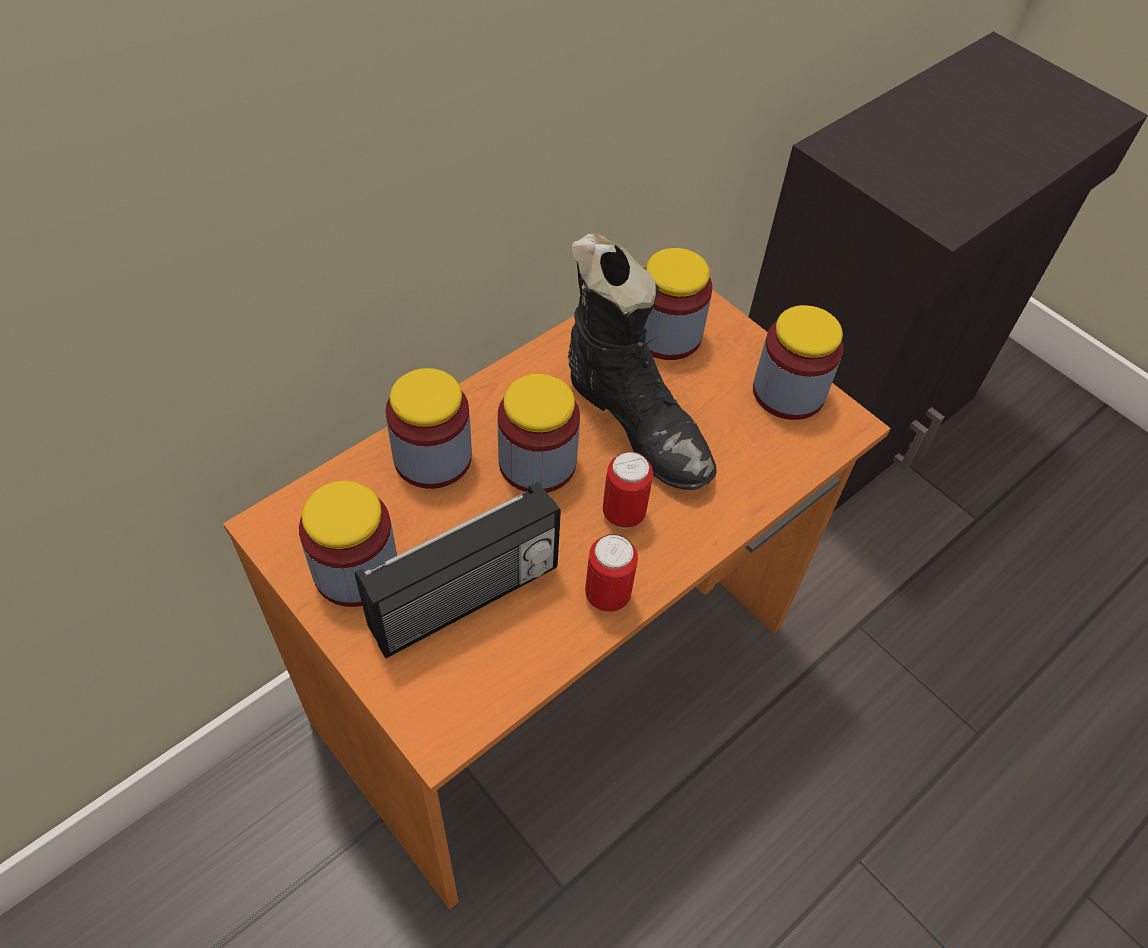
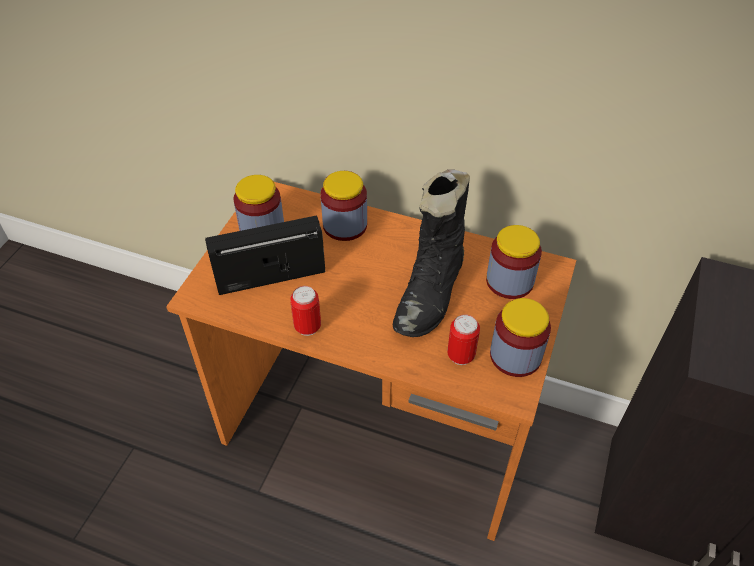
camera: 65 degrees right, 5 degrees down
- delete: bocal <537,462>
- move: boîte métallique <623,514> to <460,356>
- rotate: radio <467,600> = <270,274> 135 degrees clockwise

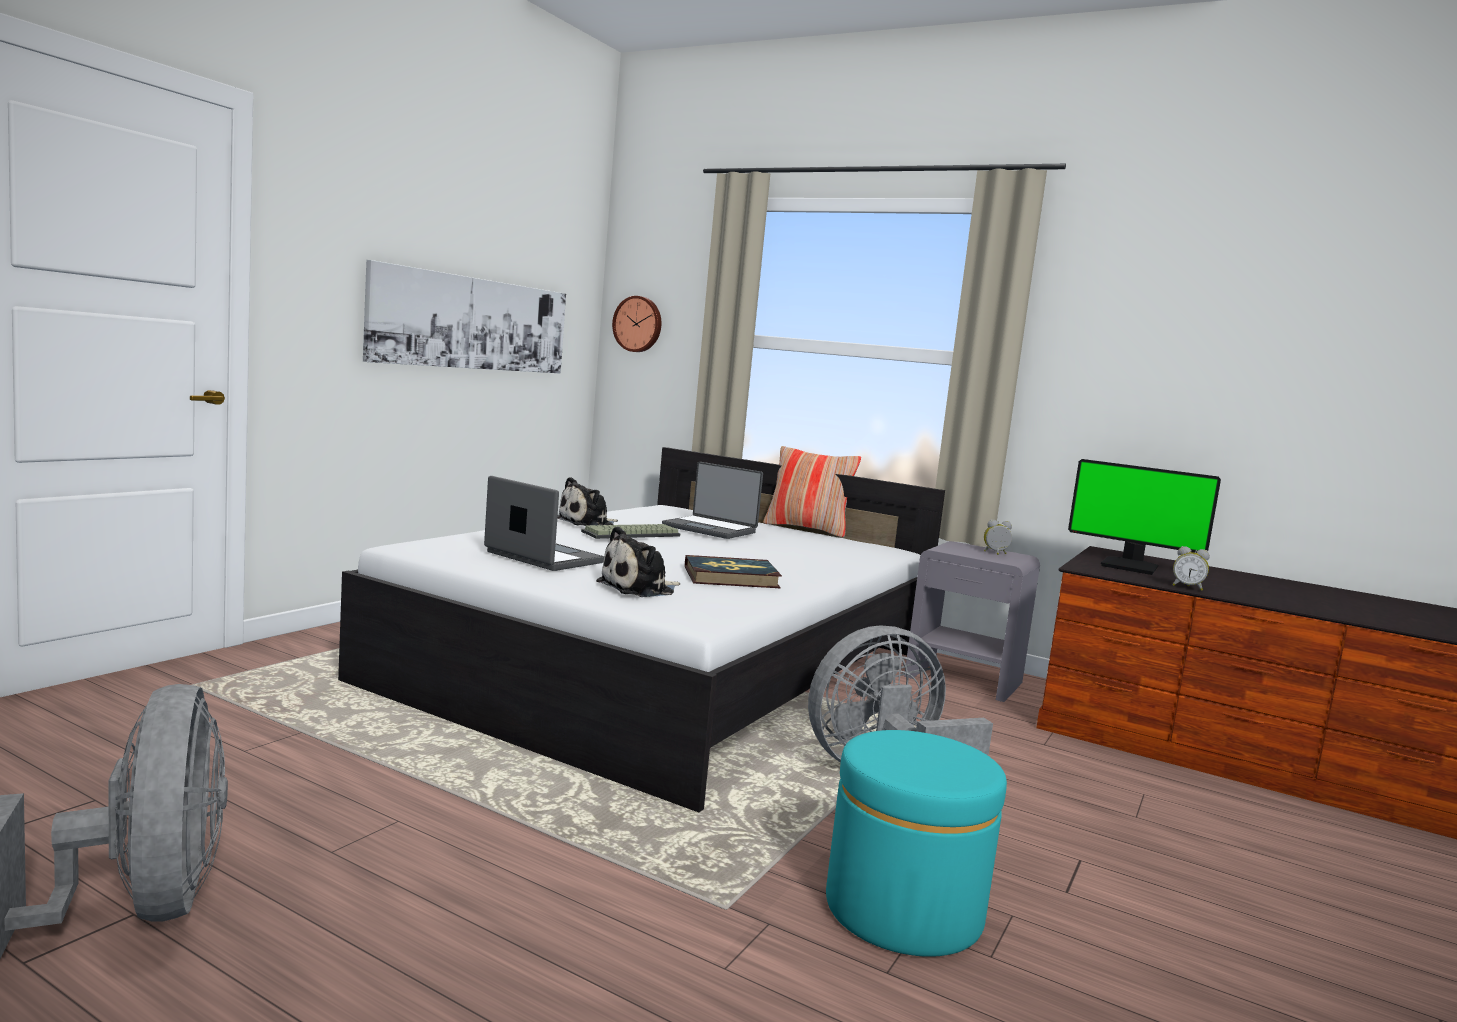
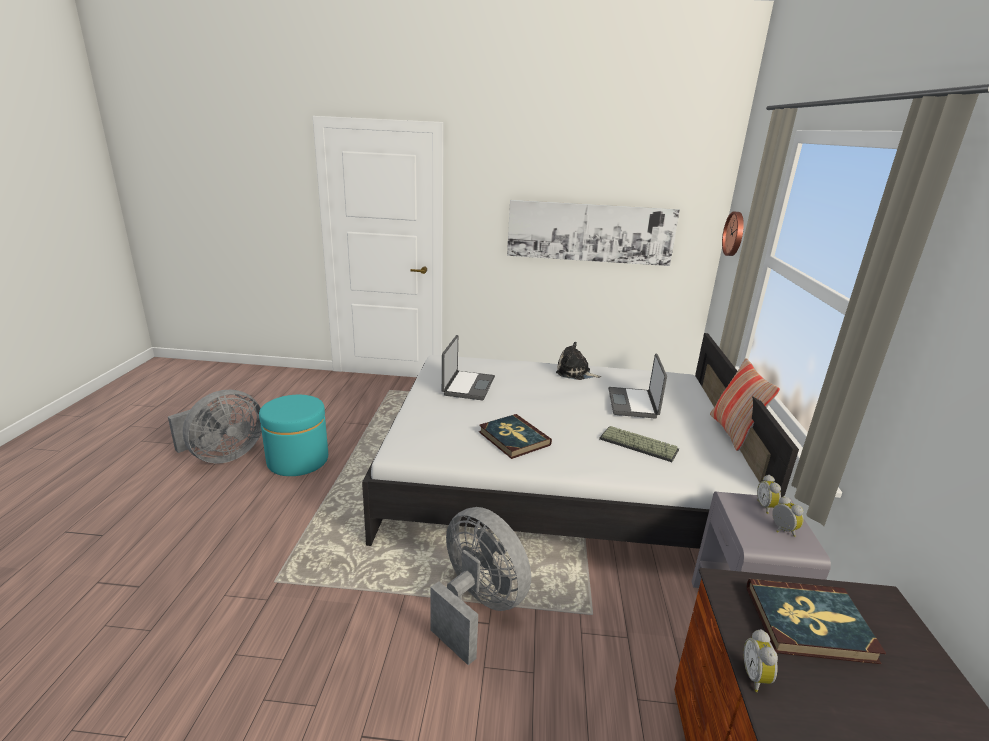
camera: 65 degrees right, 15 degrees up
- delete: peluche <640,589>
- insert: réveil <766,507>
- move: clavier <631,534> to <637,445>
- move: pouf (turquoise) <903,910> to <298,460>
- replace: écran d'ordinateur <1130,566> to livre <809,624>

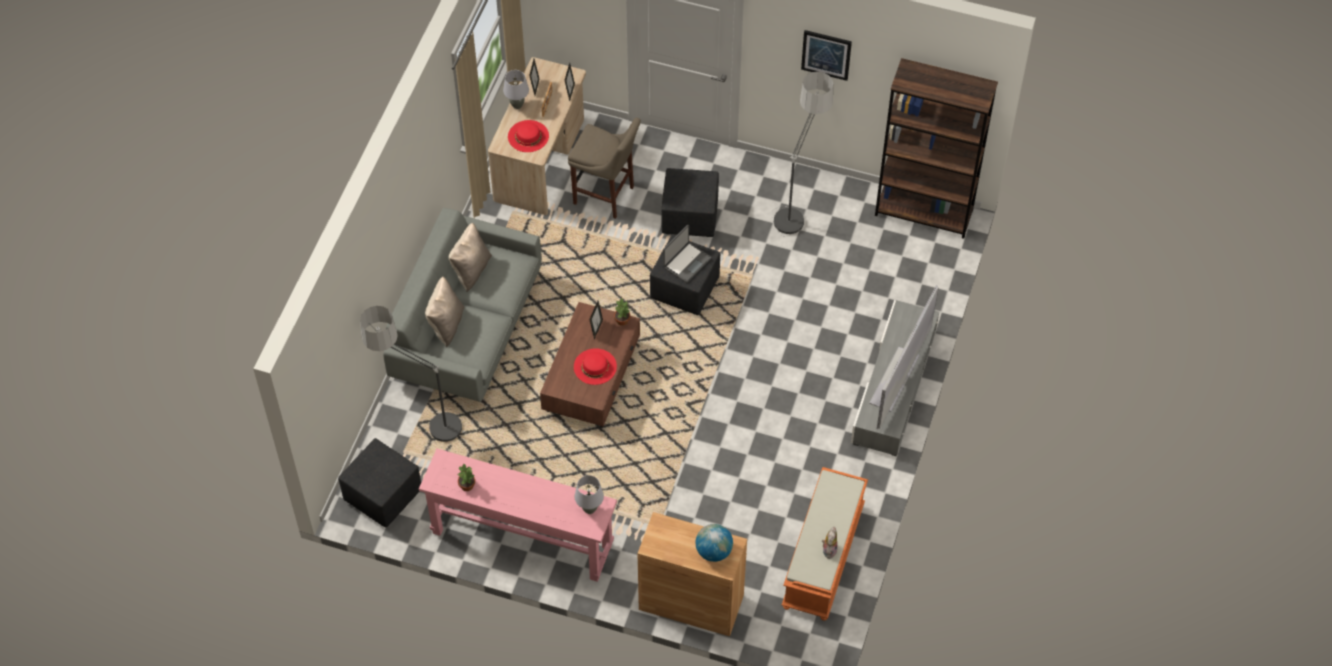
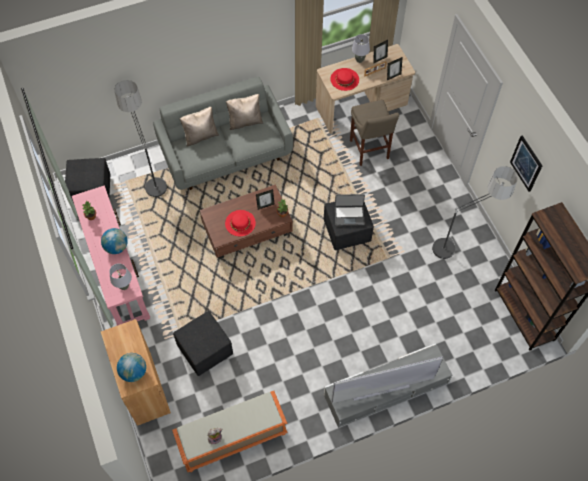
camera: 50 degrees right, 5 degrees up
- insert: globe <116,247>
- move: pouf (noir) <690,216> to <206,350>

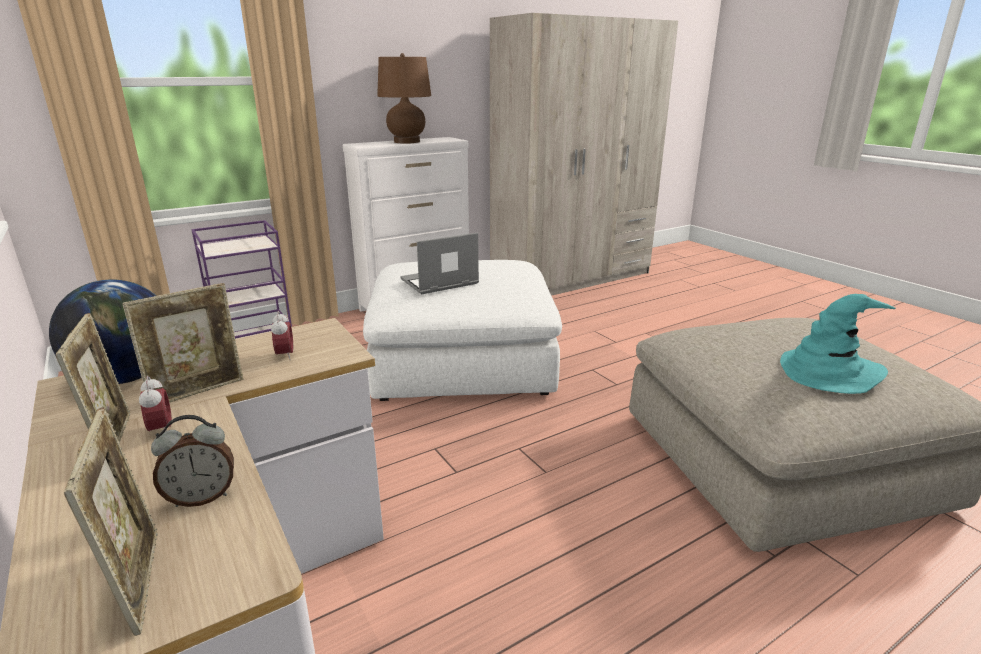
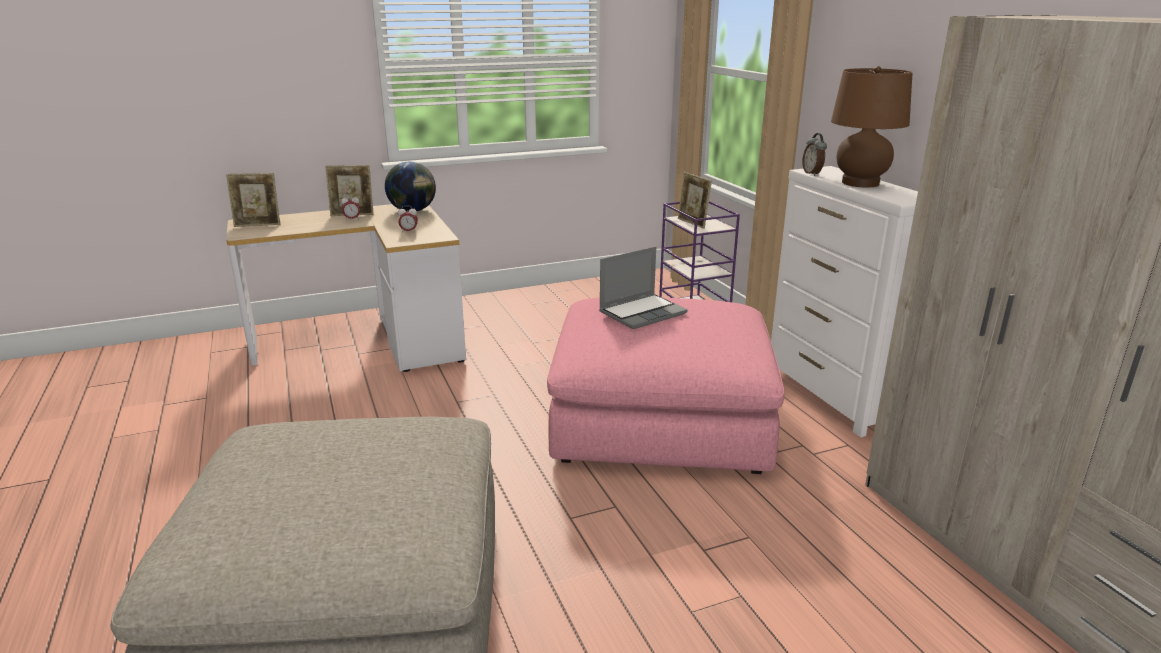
camera: 100 degrees right, 0 degrees up
- delete: chapeau (turquoise) <829,372>
- move: cadre photo <198,391> to <692,223>
- move: réveil <202,497> to <812,173>
- recolor: pouf (blanc) <462,359> to pouf (rose) <660,418>
- rotate: ordinateur portable <439,283> = <642,312> 75 degrees clockwise

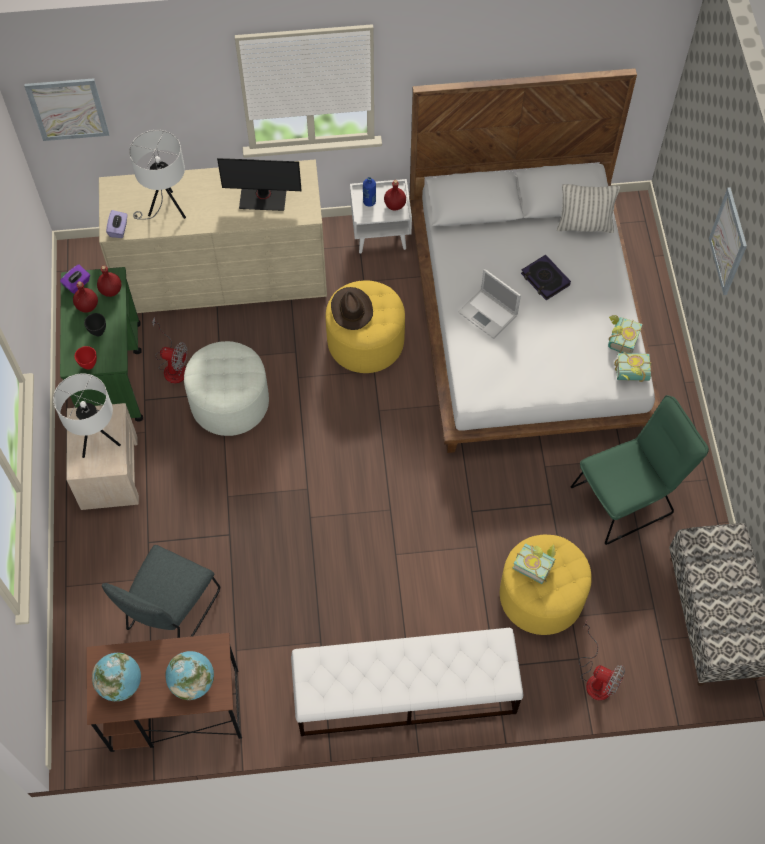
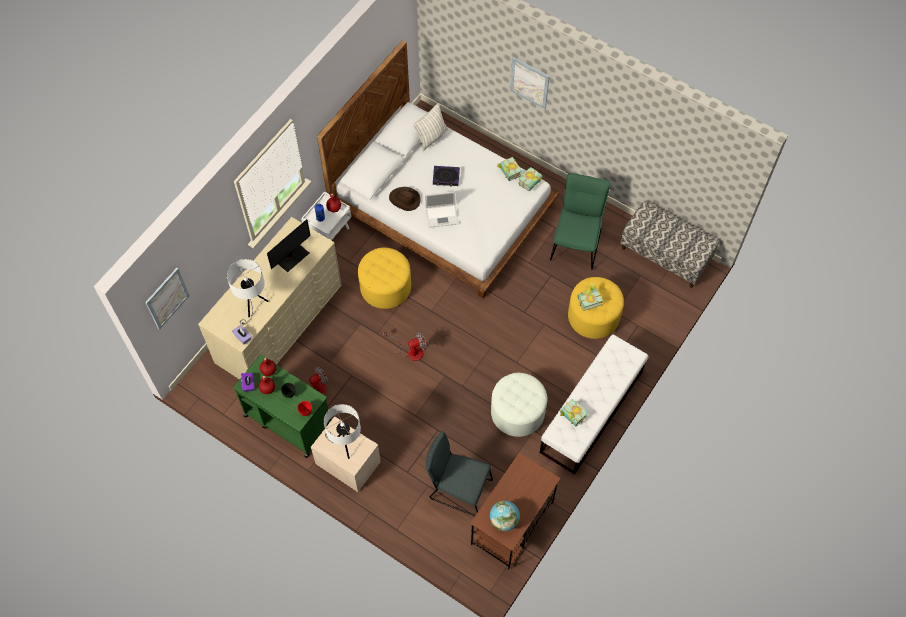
camera: 50 degrees left, 0 degrees up
- delete: globe <192,682>
- insert: livre <571,417>
- move: pouf (blanc) <230,402> to <517,412>
- move: chapeau (marron) <351,309> to <404,200>
- move: ventilateur <596,677> to <410,351>
- rotate: chaise (gris) <171,614> = <458,488> 135 degrees clockwise

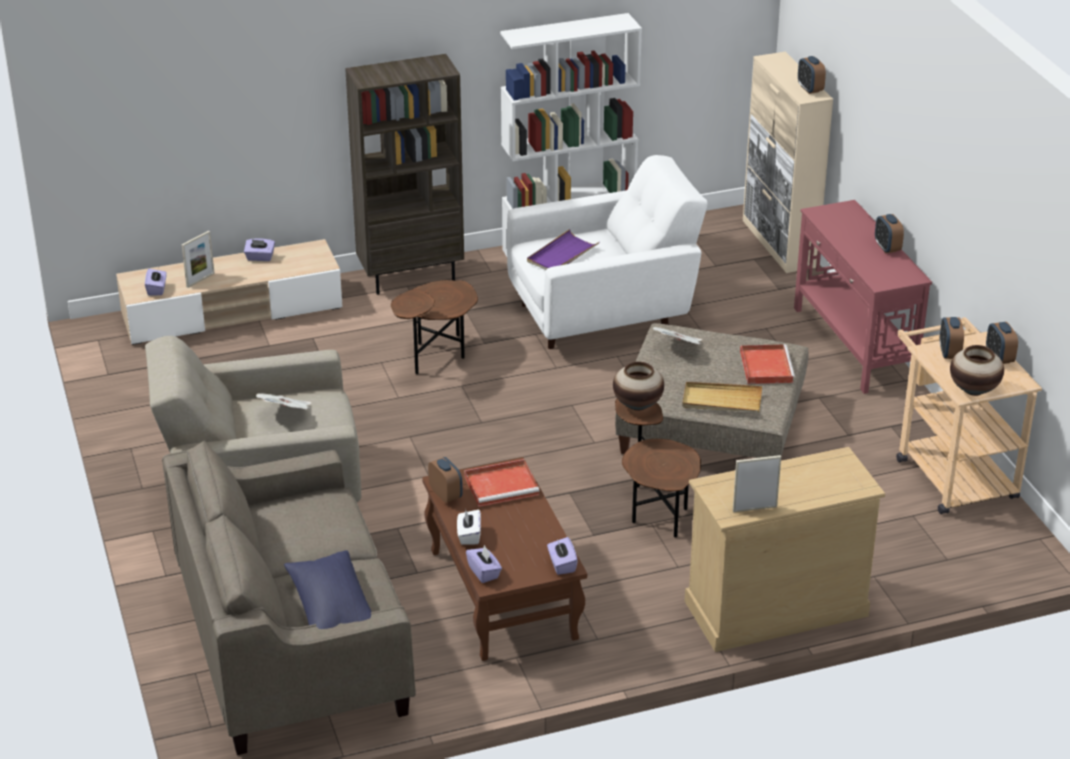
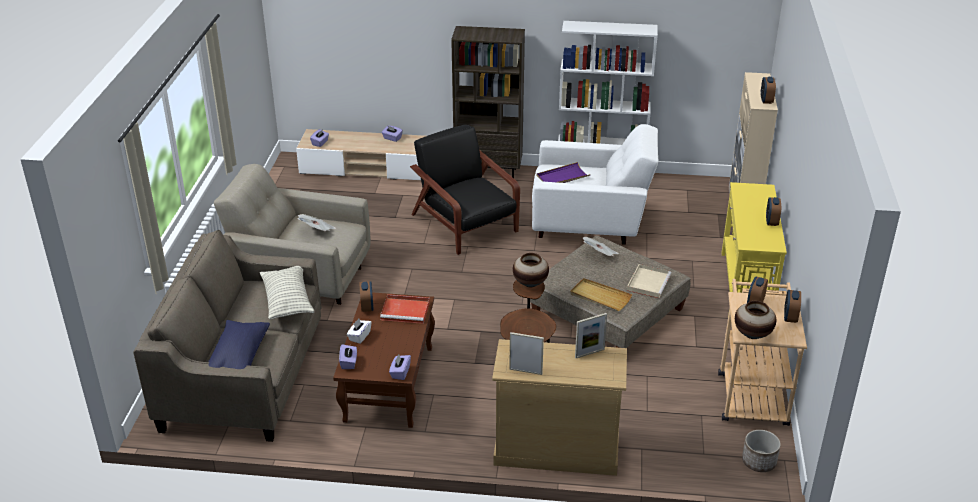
camera: 25 degrees right, 0 degrees up
- insert: coussin <287,301>
- insert: cache-pot <758,462>
- move: cadre photo <200,280> to <589,353>
- replace: table d'appoint (marron) <435,356> to fauteuil (noir) <465,224>
- recolor: plateau (rouge) <765,366> to plateau (beige) <648,282>
- recolor: table console (rouge) <853,345> to table console (jaune) <745,287>

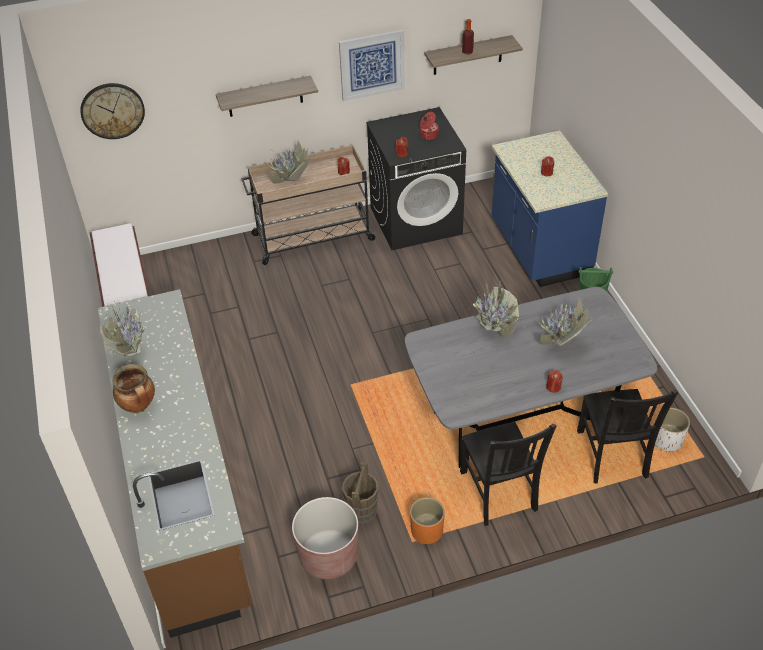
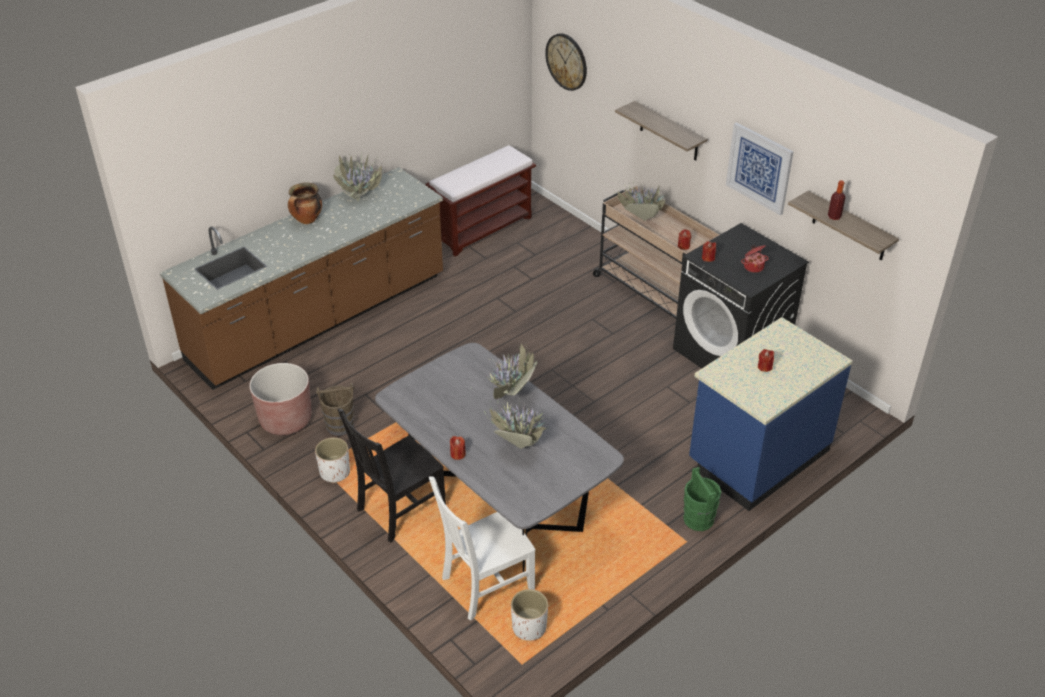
camera: 65 degrees right, 5 degrees down
- recolor: cache-pot (orange) <426,531> to cache-pot (blanc) <334,472>
- recolor: chaise (noir) <612,456> to chaise (blanc) <484,585>

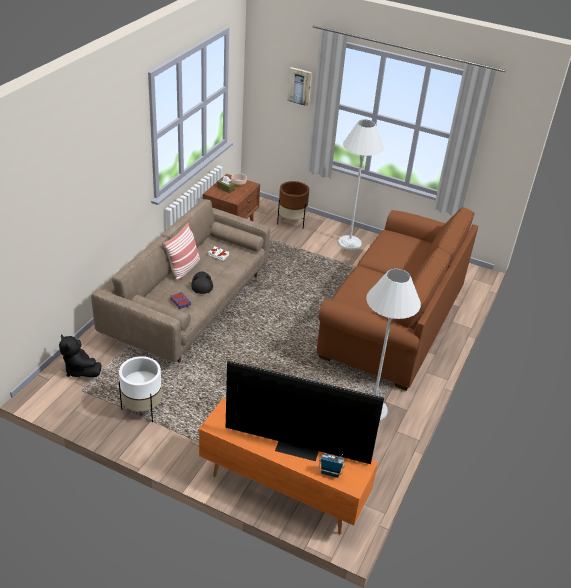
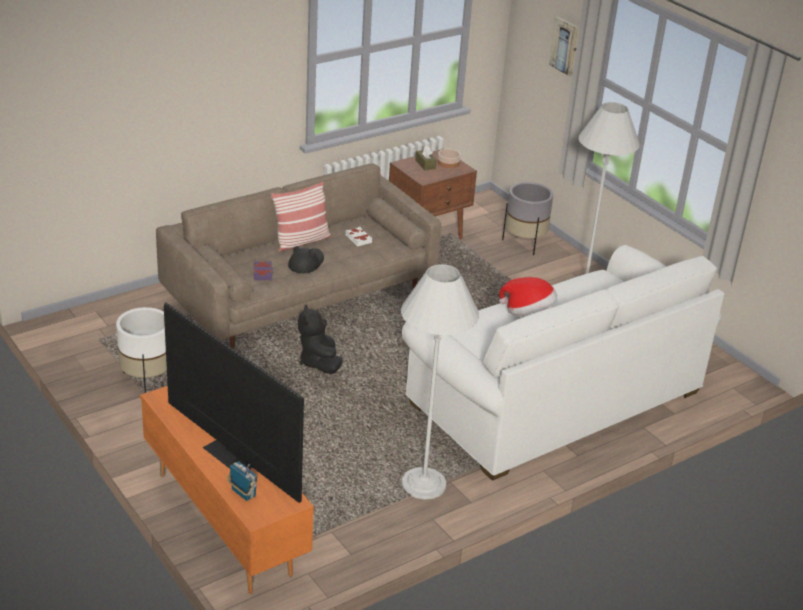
camera: 30 degrees right, 5 degrees down
- insert: chapeau <527,312>
- move: peluche (noir) <80,370> to <319,362>
- recolor: cache-pot (marron) <291,222> to cache-pot (gris) <524,243>
- recolor: canapé (marron) <393,321> to canapé (blanc) <555,397>

